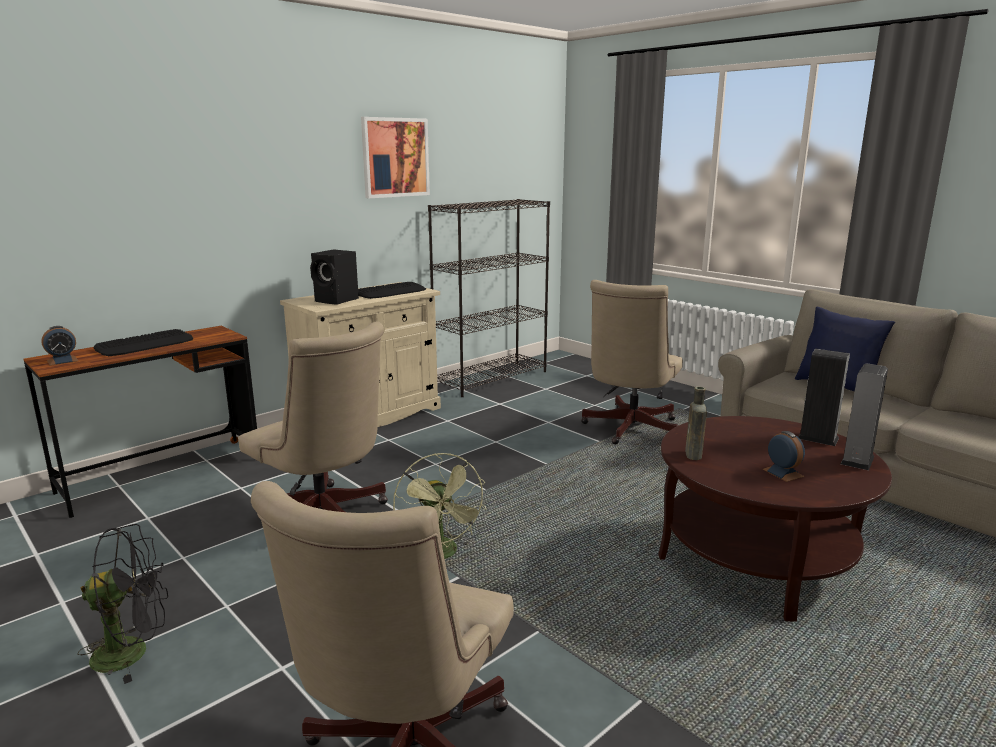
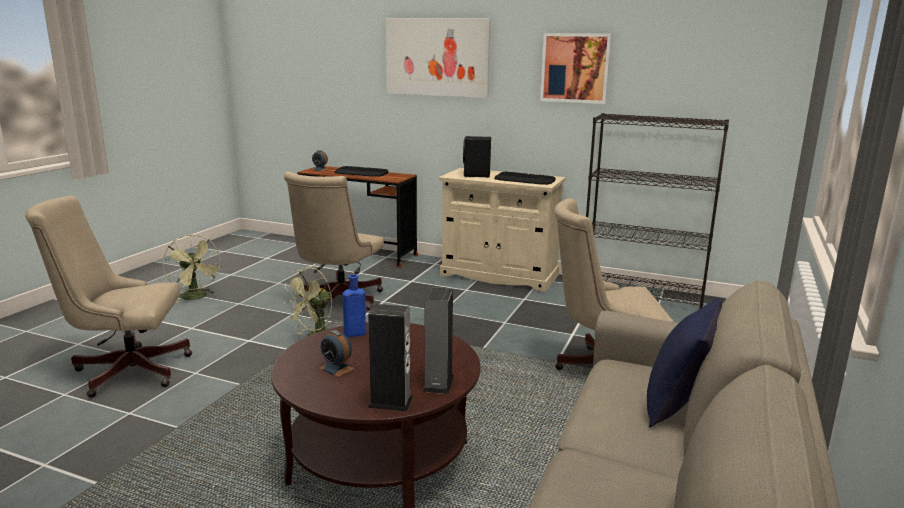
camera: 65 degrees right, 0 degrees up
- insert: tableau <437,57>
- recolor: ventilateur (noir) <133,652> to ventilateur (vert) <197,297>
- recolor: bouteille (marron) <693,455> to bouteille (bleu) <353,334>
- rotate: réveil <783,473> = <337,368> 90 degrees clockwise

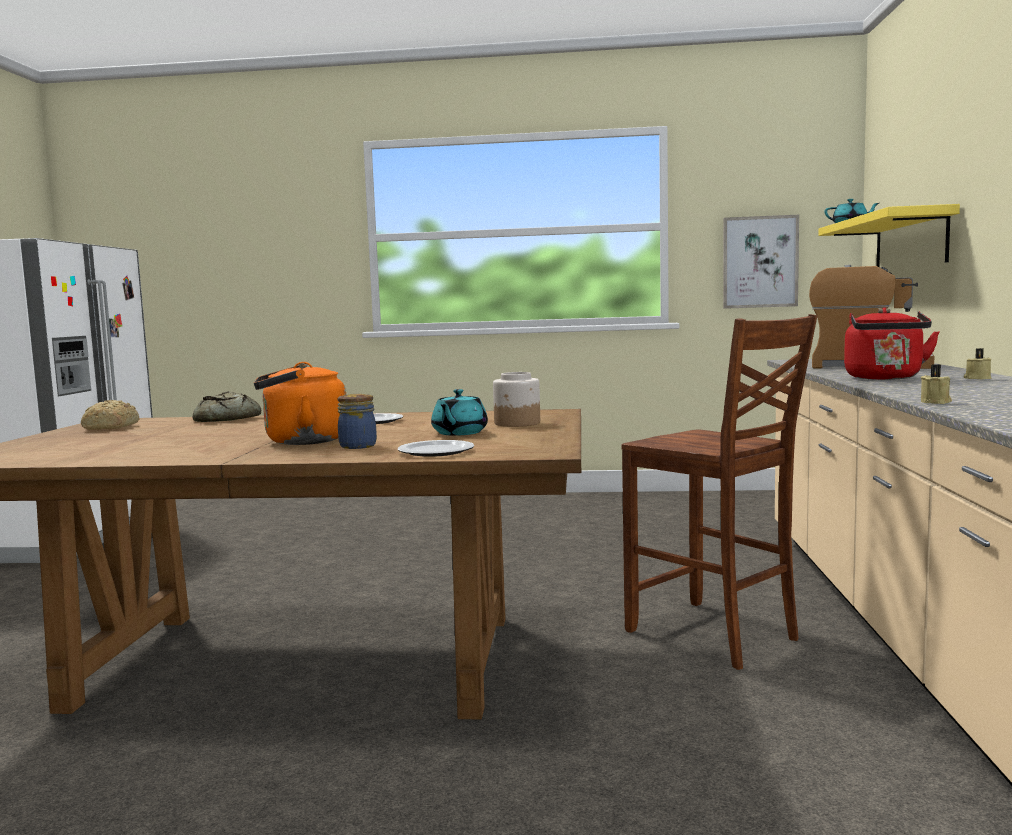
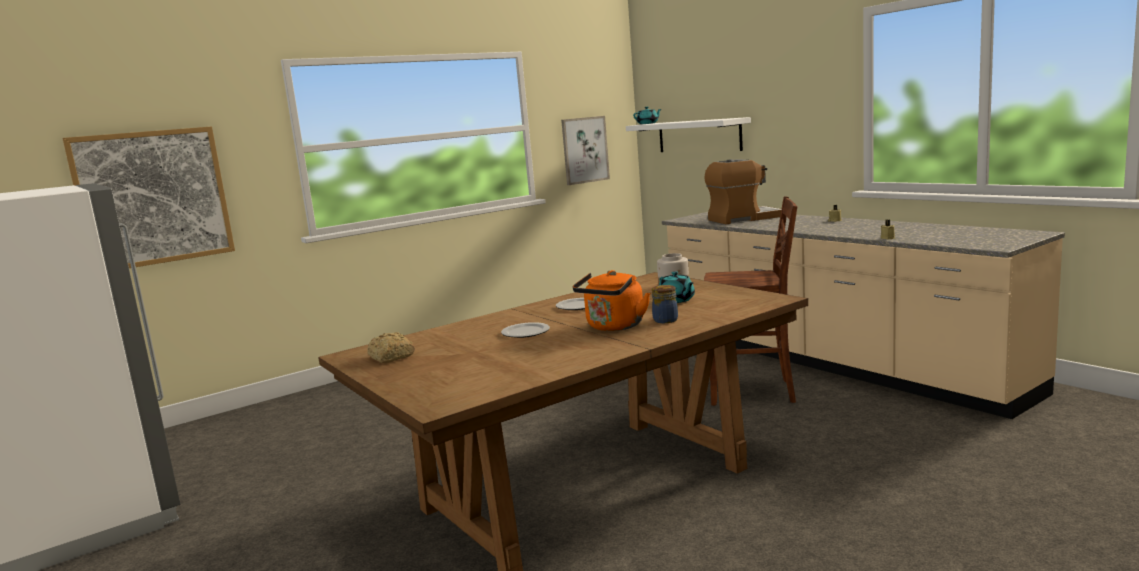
camera: 40 degrees left, 5 degrees up
- delete: pain <225,419>
- delete: bouilloire (rouge) <885,378>
- insert: tableau <153,197>
- move: assiette <437,451> to <526,332>
- recolor: étagère (jaune) <910,241> to étagère (blanc) <699,136>

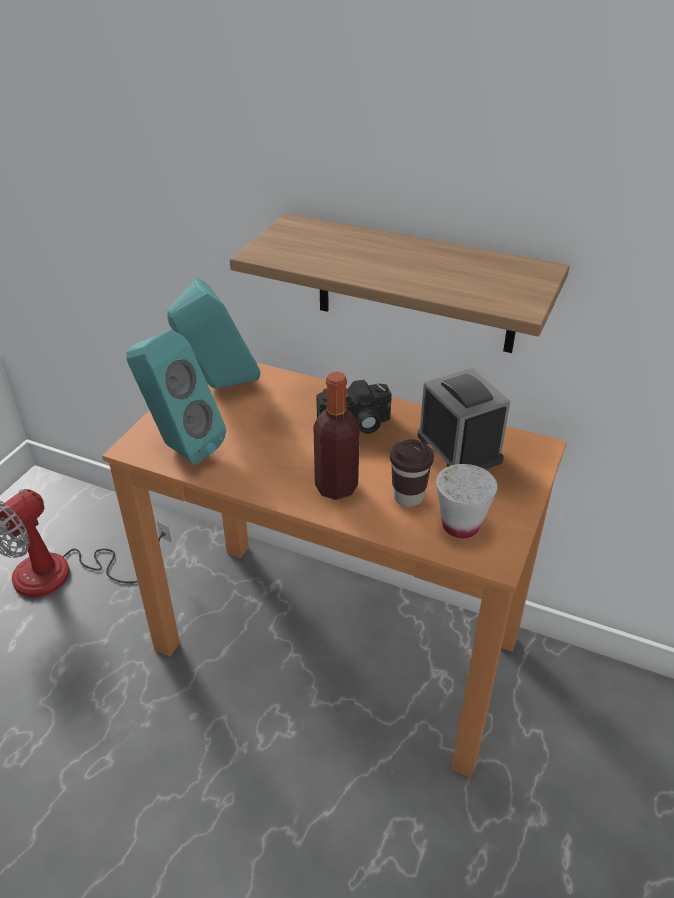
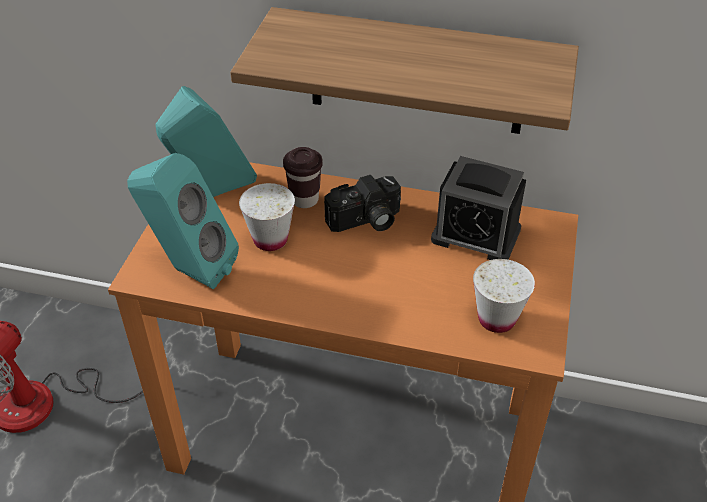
camera: 10 degrees left, 5 degrees up
- delete: bouteille <336,487>
- insert: tasse (blanc) <270,240>
- move: tasse (marron) <408,497> to <304,200>
- rotate: réveil <459,448> = <475,235> 150 degrees clockwise

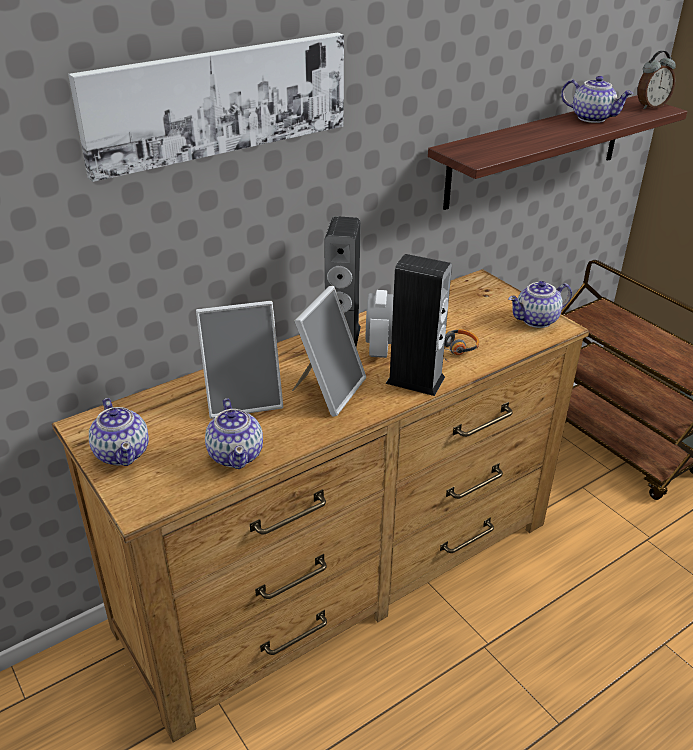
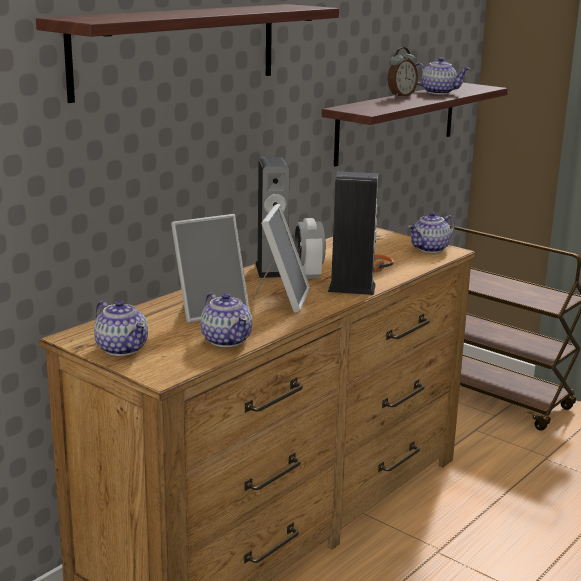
camera: 15 degrees left, 15 degrees down
- move: réveil <650,106> to <400,96>
- replace: tableau <218,101> to étagère <178,49>

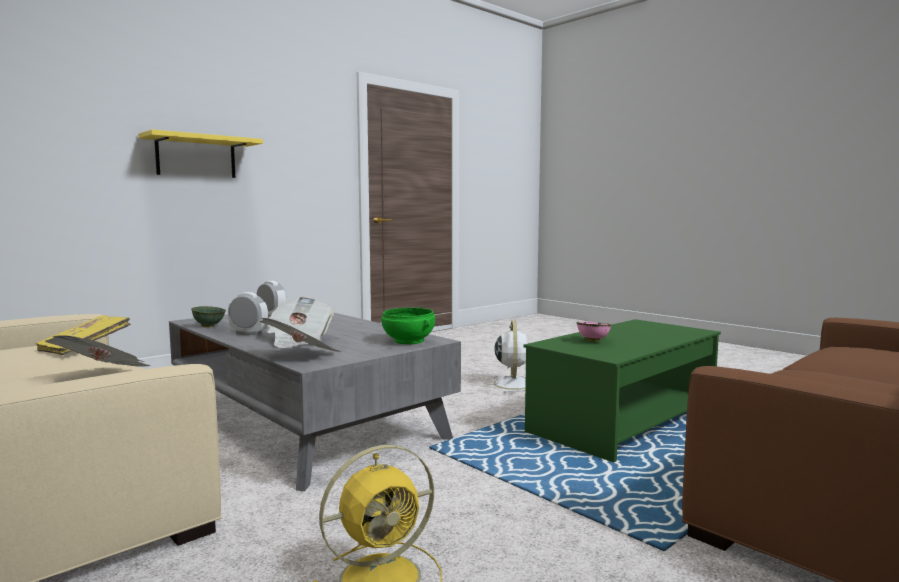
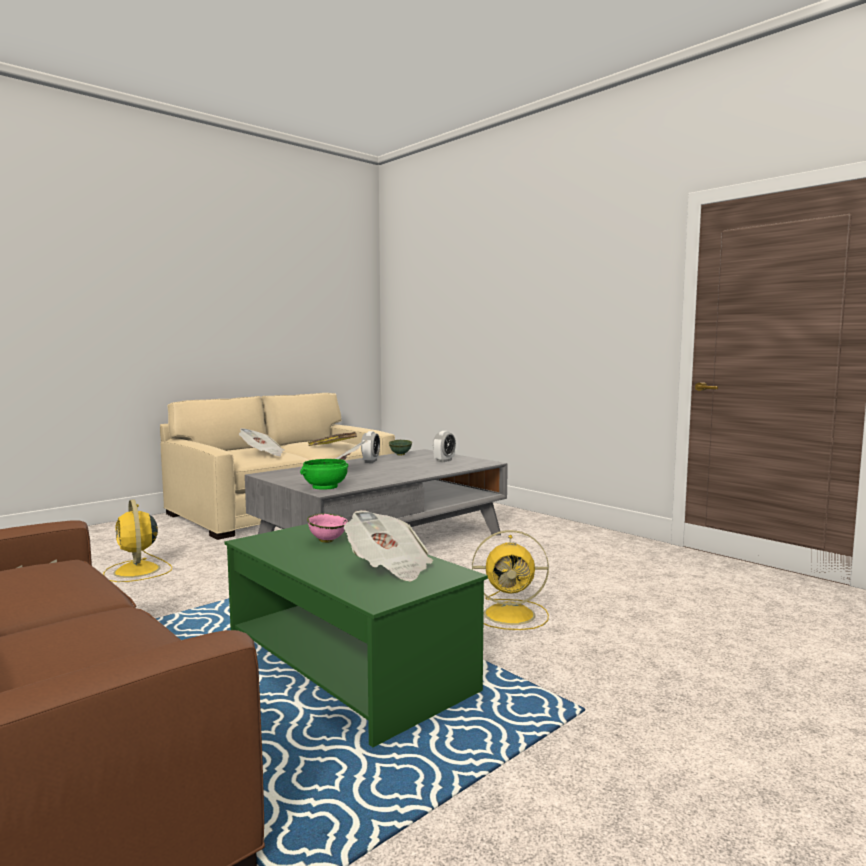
camera: 90 degrees right, 0 degrees up
- delete: étagère (jaune) <196,157>
- move: journal <302,356> to <389,567>
- recolor: ventilateur (blanc) <512,383> to ventilateur (jaune) <512,614>

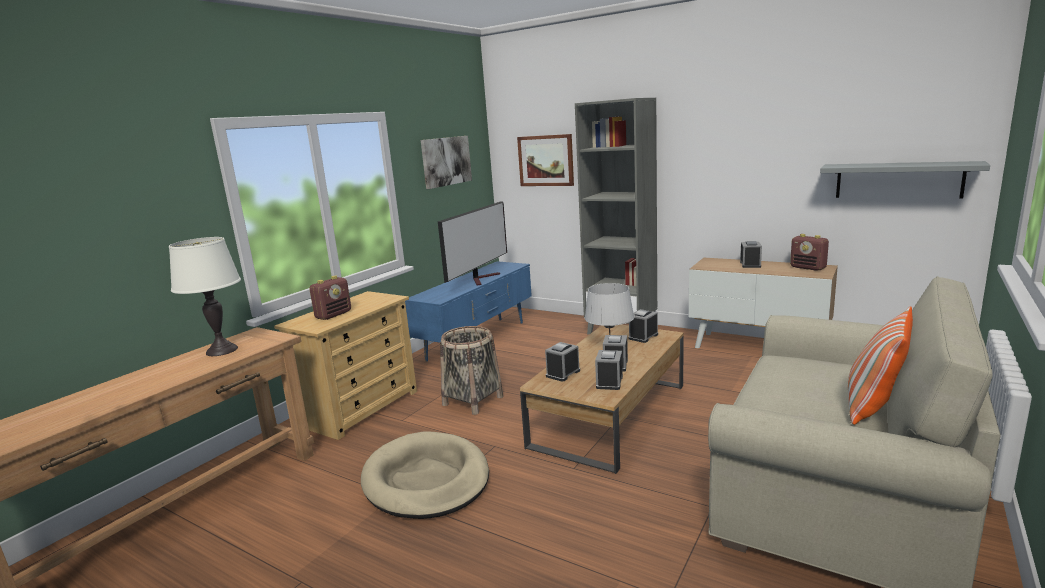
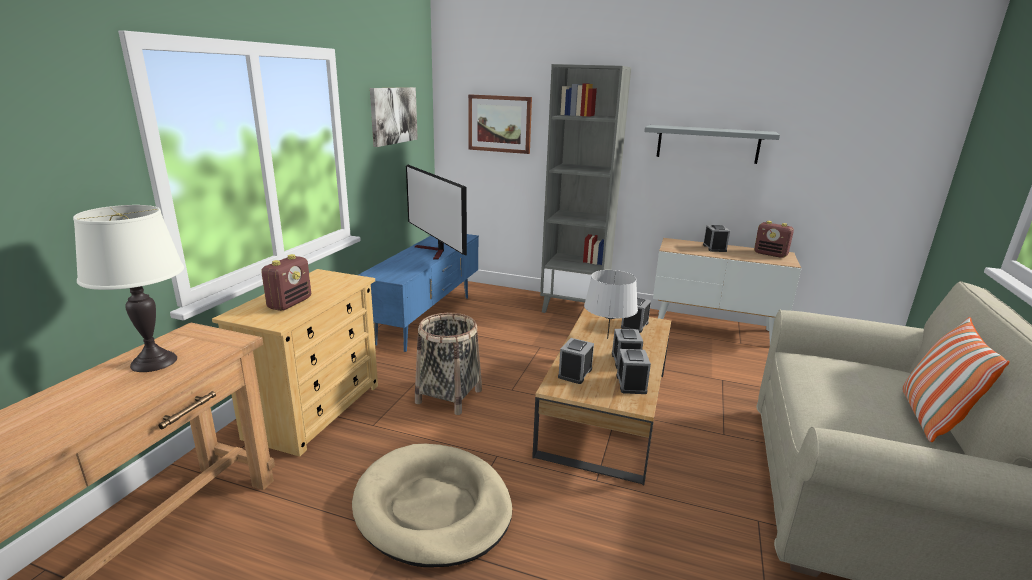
camera: 15 degrees left, 5 degrees up
- move: étagère (gris) <898,180> to <707,144>
- rotate: téléviseur <482,278> = <435,252> 135 degrees clockwise

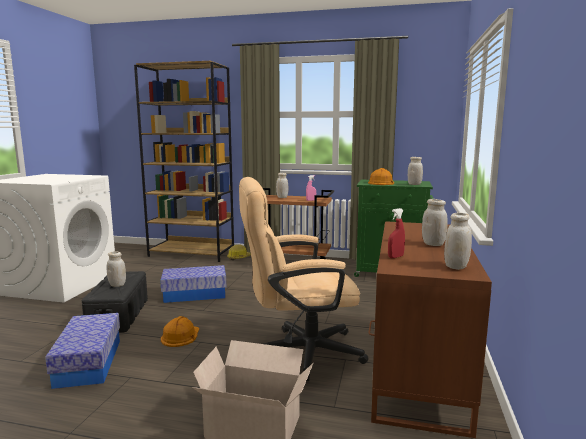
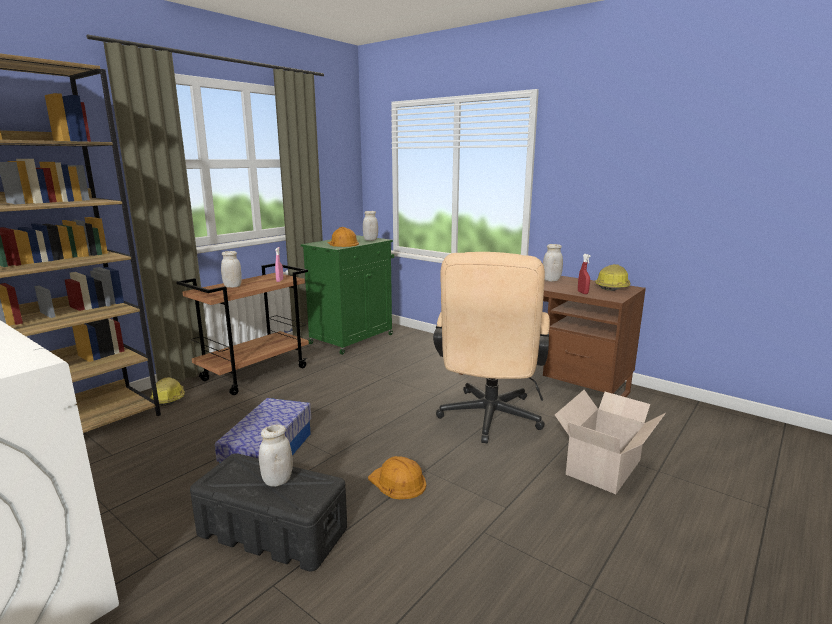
camera: 65 degrees left, 5 degrees up
- delete: boîte de rangement <88,362>
- replace: bocal (blanc) <456,266> to casque de chantier <613,287>

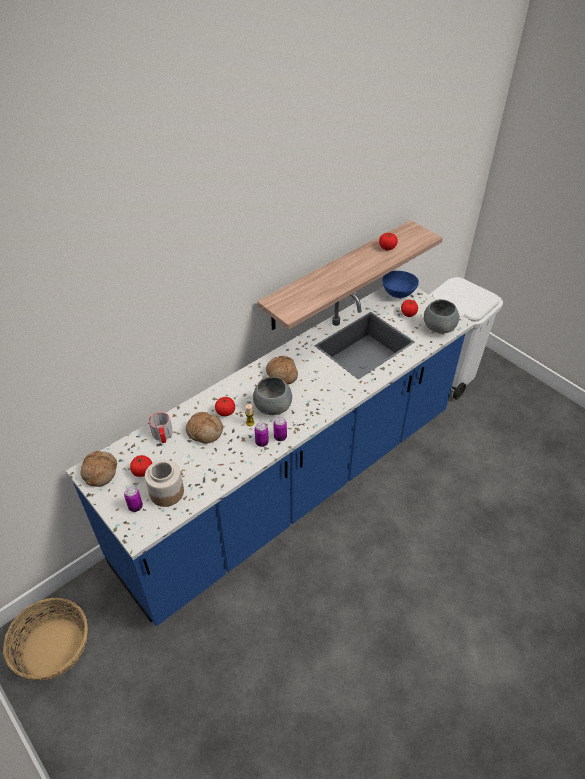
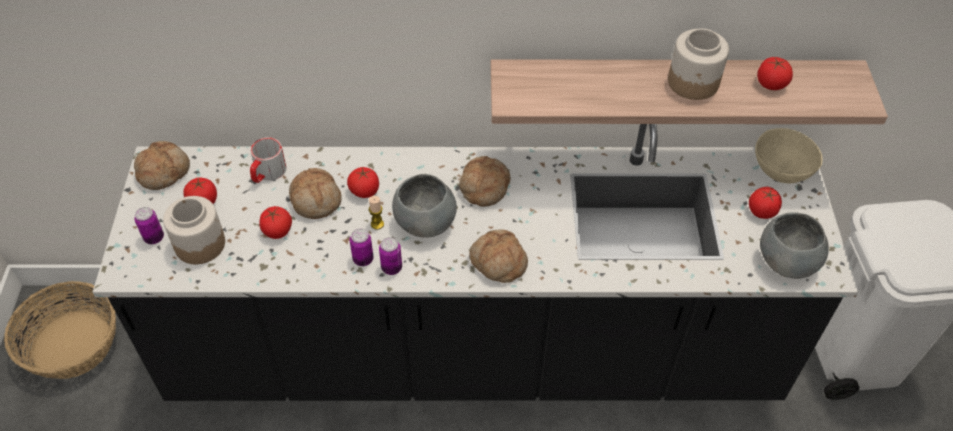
camera: 40 degrees right, 5 degrees up
- insert: tomate <277,231>
- insert: pain <497,262>
- insert: bocal <693,83>
- recolor: comptoir de cuisine (bleu) <292,487> to comptoir de cuisine (noir) <474,355>
- recolor: bol (bleu) <398,294> to bol (beige) <781,172>

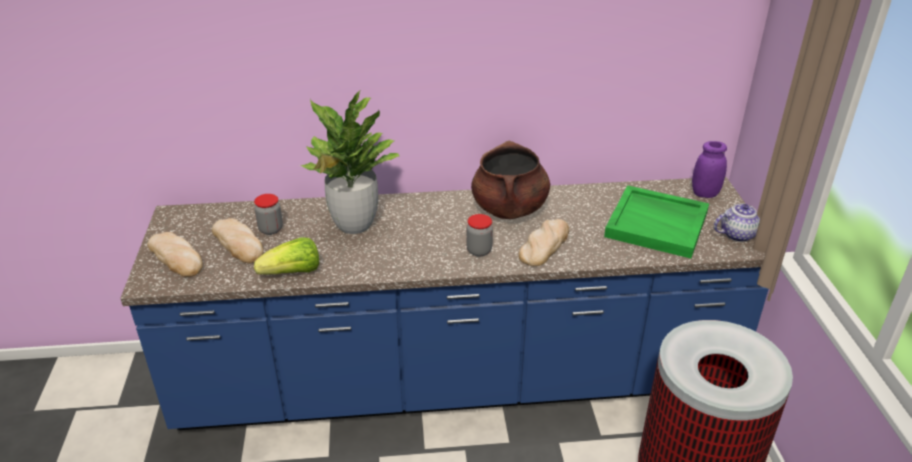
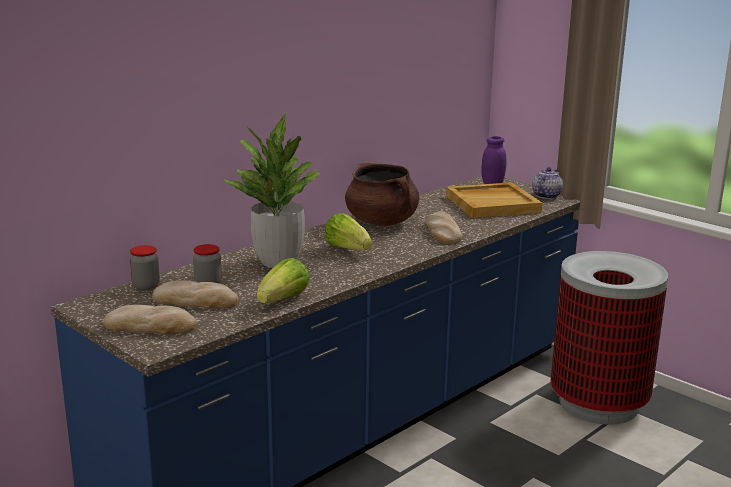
camera: 40 degrees left, 15 degrees down
- insert: laitue <348,249>
- move: bocal <479,250> to <146,286>
- recolor: plateau (vert) <657,224> to plateau (beige) <493,204>

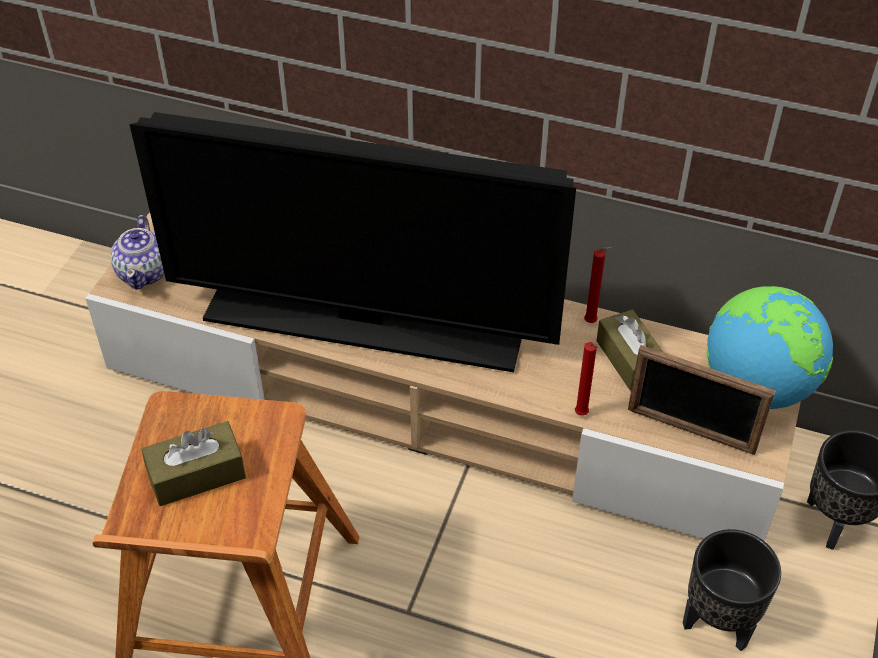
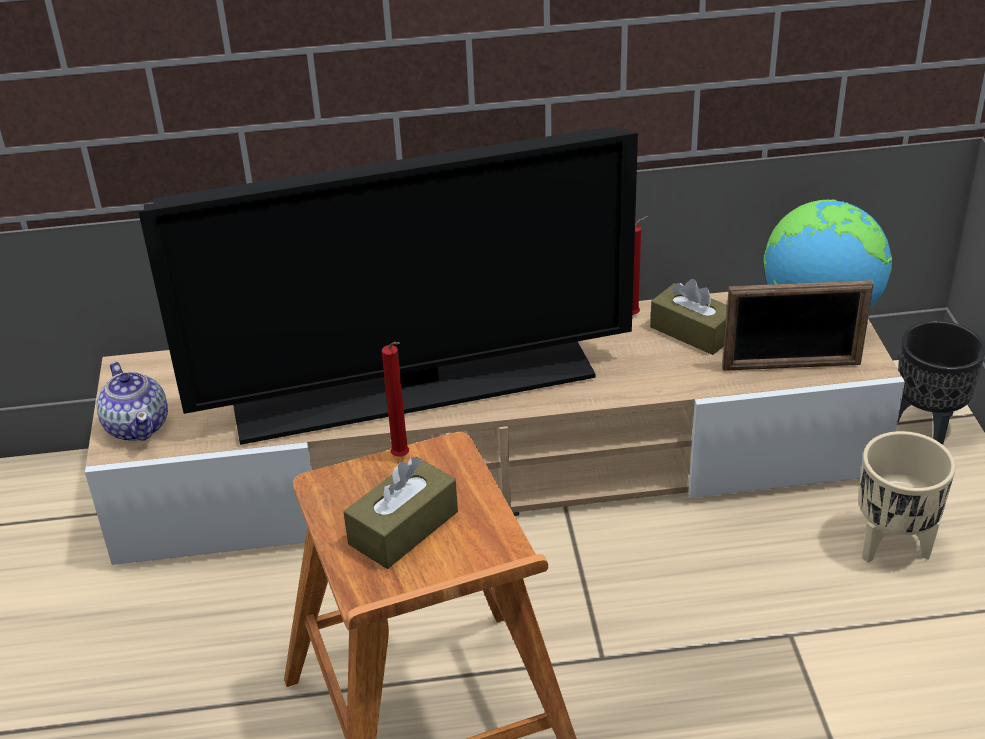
camera: 25 degrees left, 10 degrees down
- move: bougie (rouge) <582,415> to <402,458>
- recolor: cache-pot (noir) <718,623> to cache-pot (beige) <893,545>

